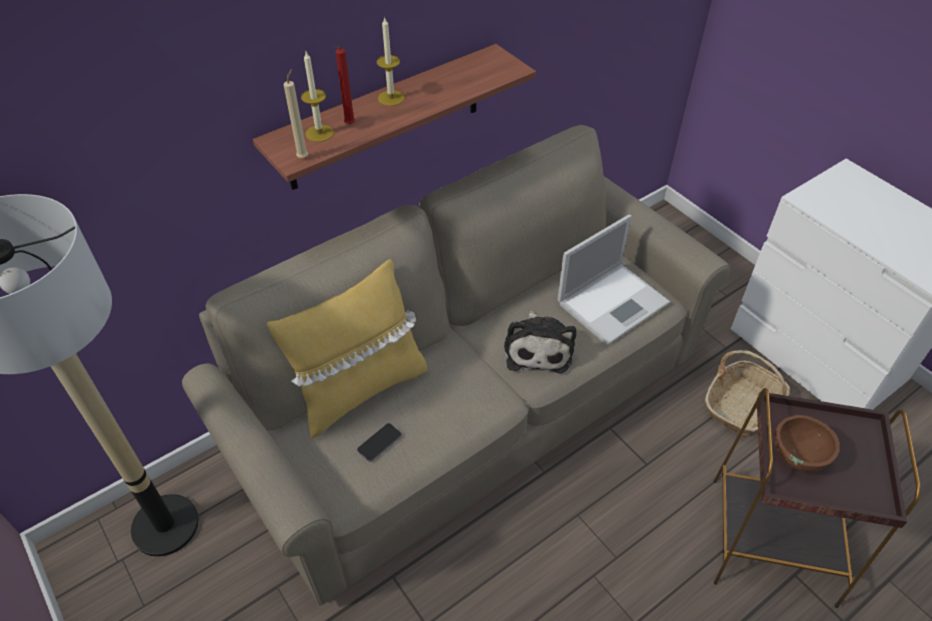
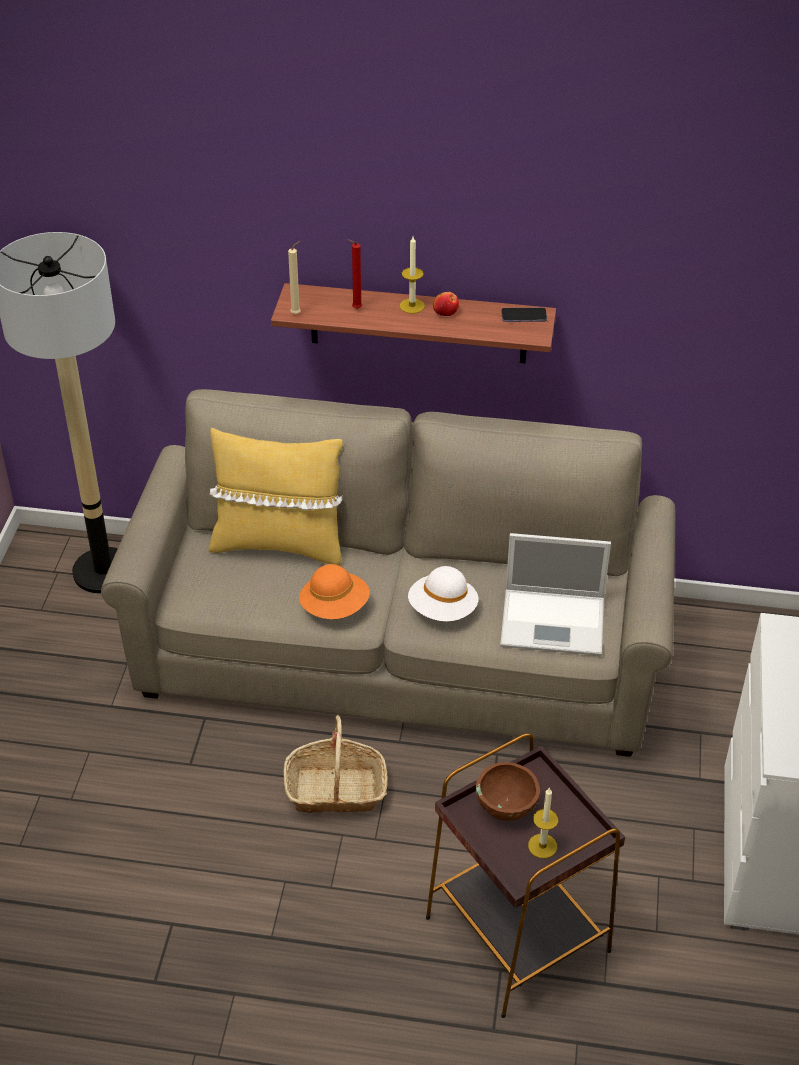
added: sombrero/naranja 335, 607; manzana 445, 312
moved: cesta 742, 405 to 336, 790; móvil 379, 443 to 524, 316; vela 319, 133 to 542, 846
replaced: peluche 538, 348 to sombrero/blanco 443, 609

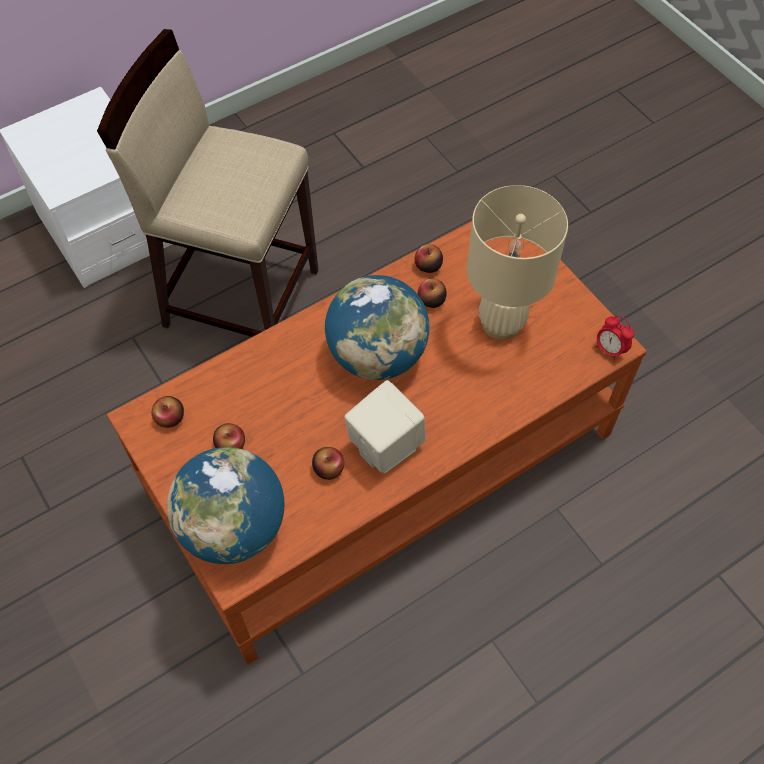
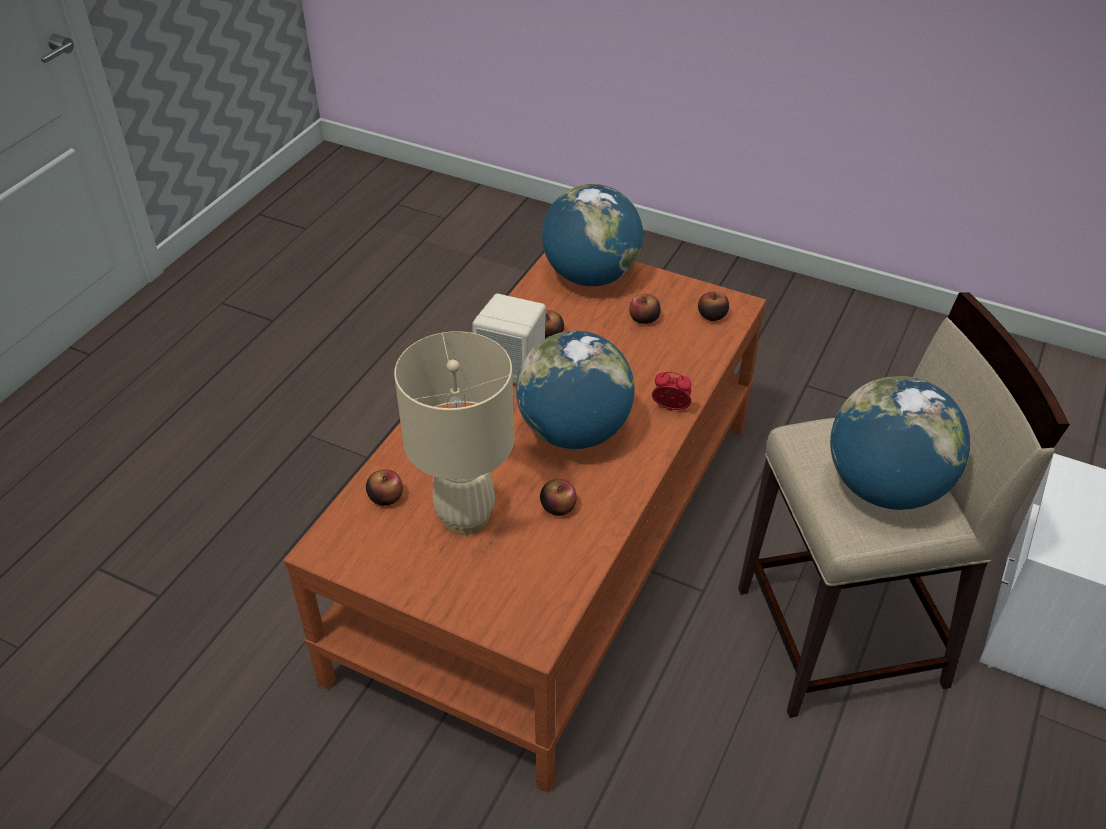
added: globo terráqueo 885, 488
moved: manzana 428, 265 to 386, 497; despertador 609, 350 to 671, 409

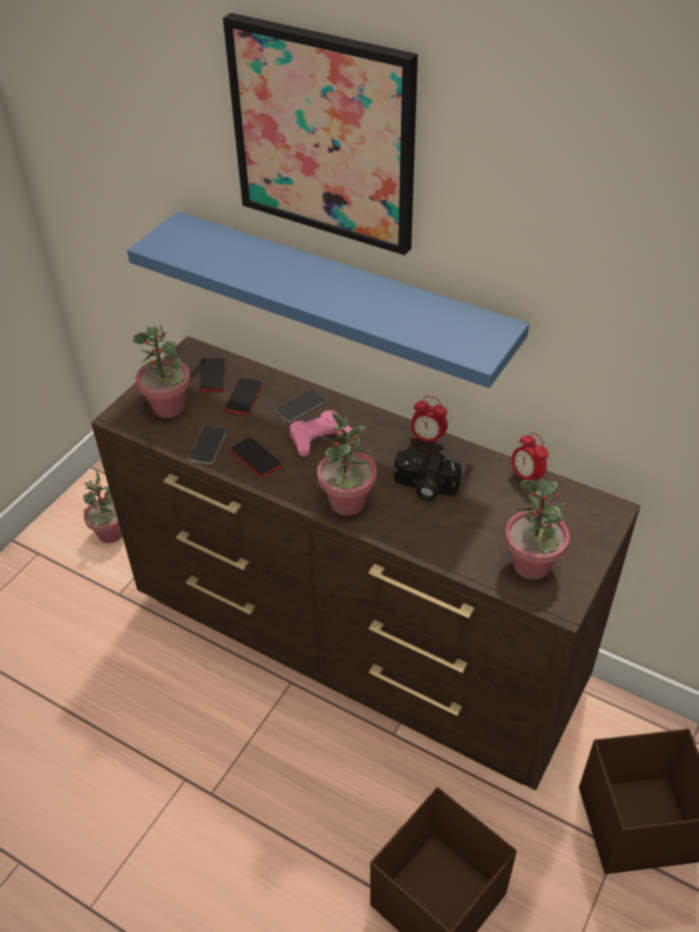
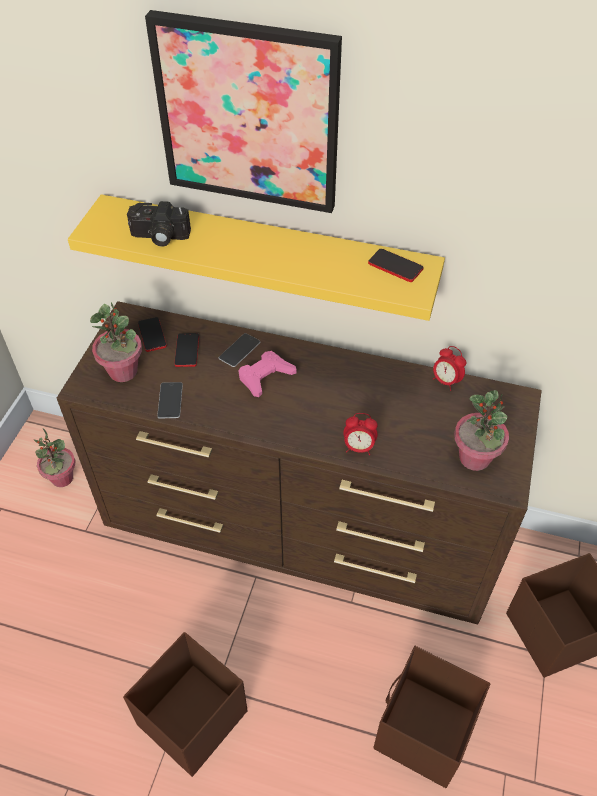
removed: planta en maceta 347, 503
added: caja de almacenaje/marrón 191, 719
moved: cámara 424, 488 to 159, 237; despertador 427, 439 to 358, 447; móvil 256, 458 to 395, 266
recoloured: estante/azul 341, 298 to estante/amarillo 267, 254

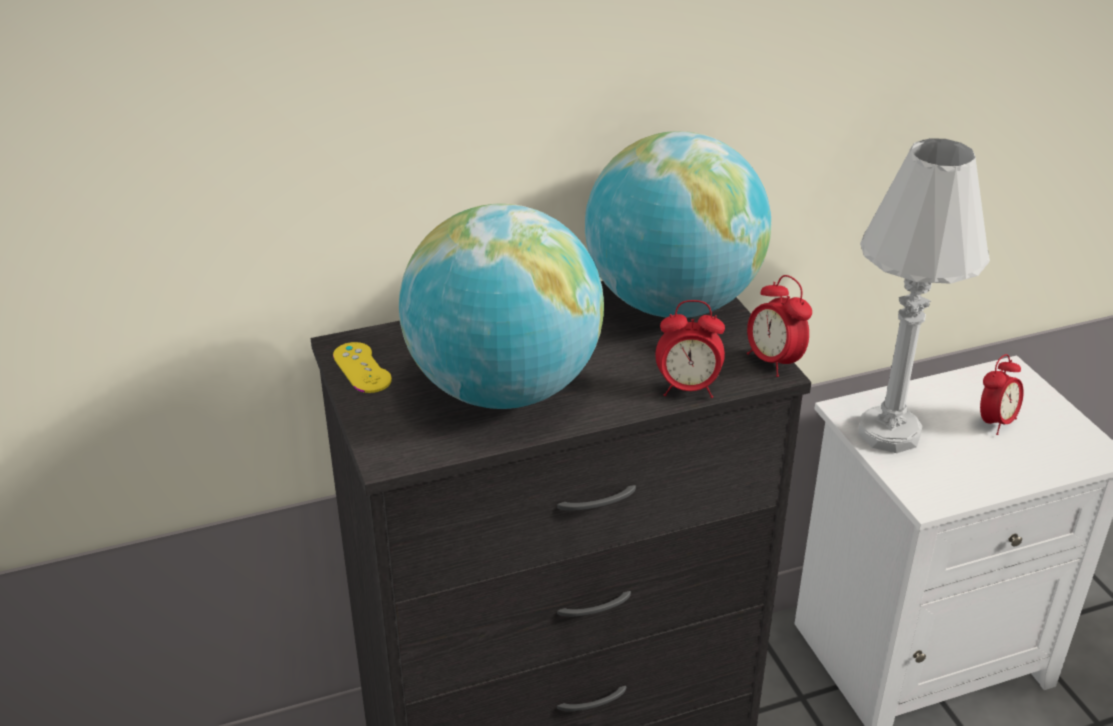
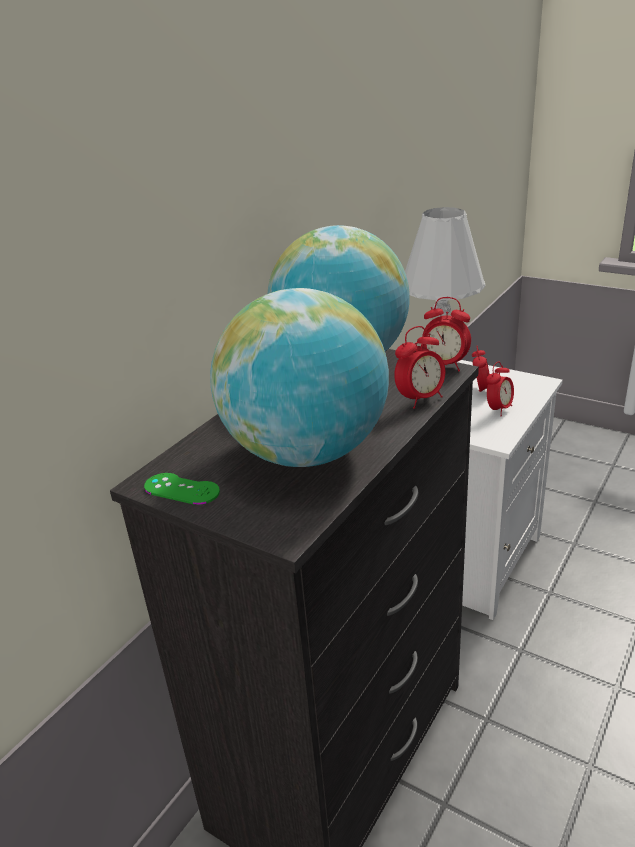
added: despertador 498, 409
recoloured: mando de consola/amarillo 362, 368 to mando de consola/verde 181, 489

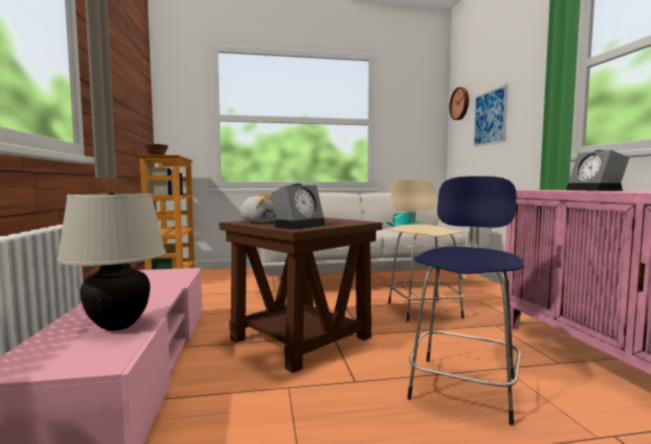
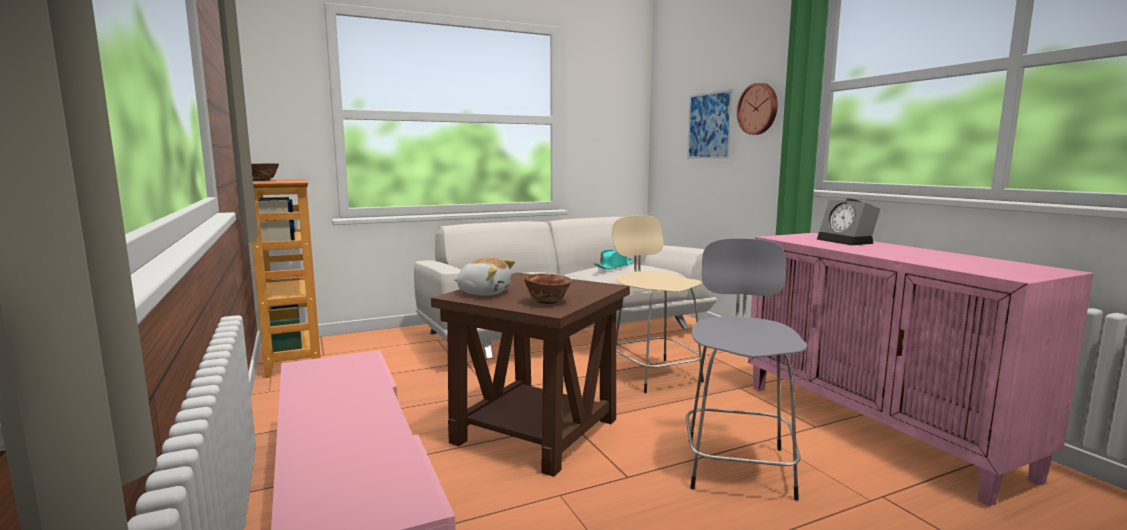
removed: lámpara de mesa/beis 118, 326
moved: reloj de pared 460, 103 to 758, 109
replaced: despertador 299, 226 to cuenco 547, 302
recoloured: taburete/azul 464, 385 to taburete/gris 738, 465

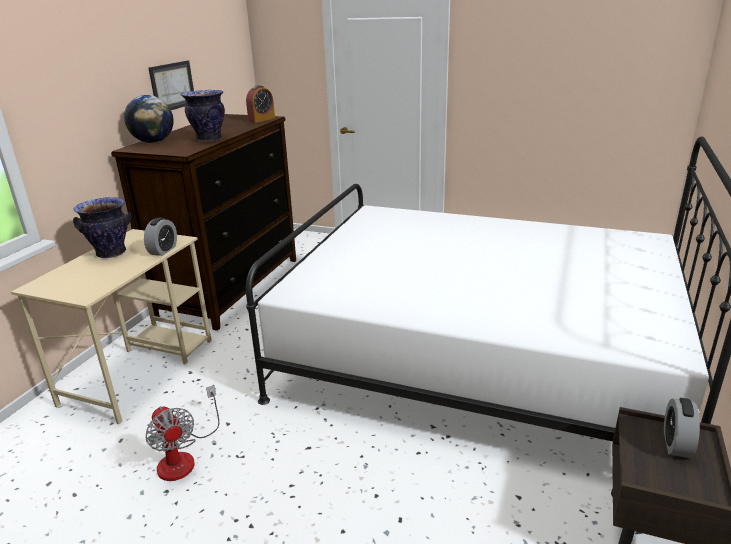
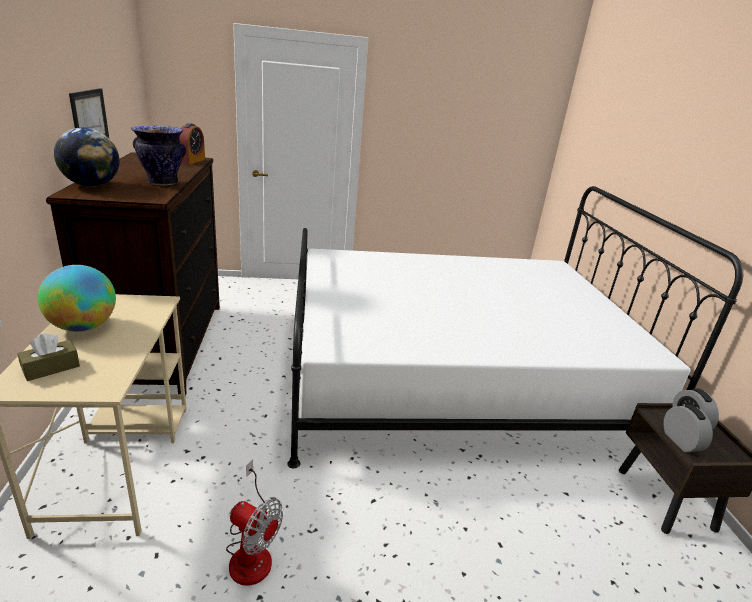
added: caja de pañuelos/marrón 51, 368
moved: despertador 163, 250 to 680, 441
replaced: florero 111, 253 to globo terráqueo 83, 327

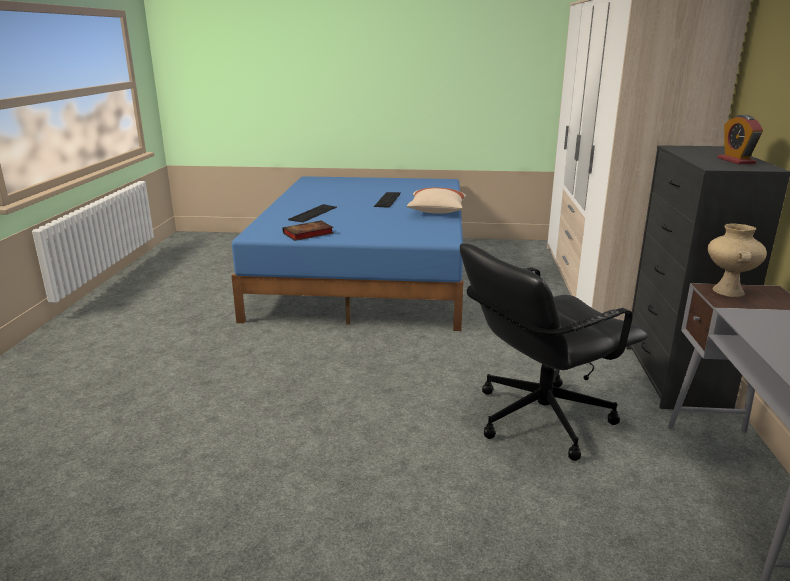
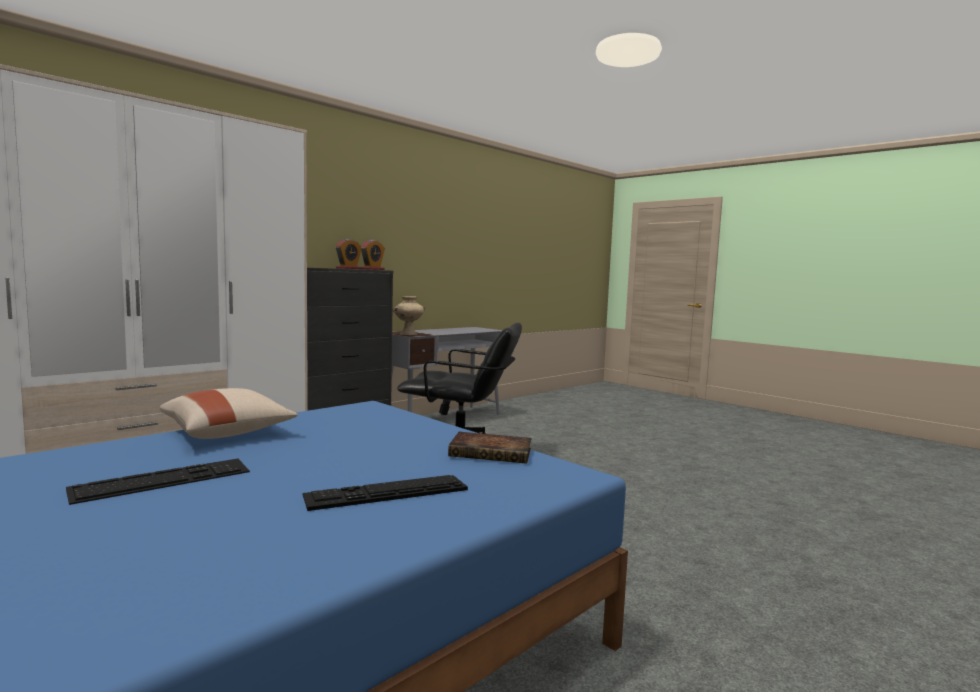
added: despertador 372, 269

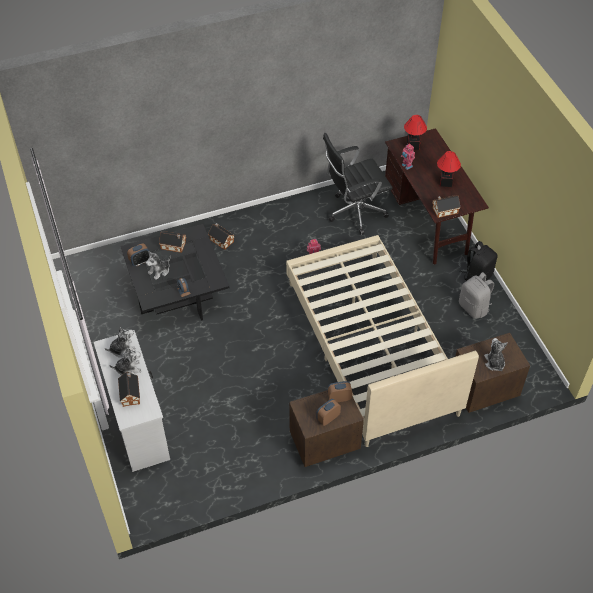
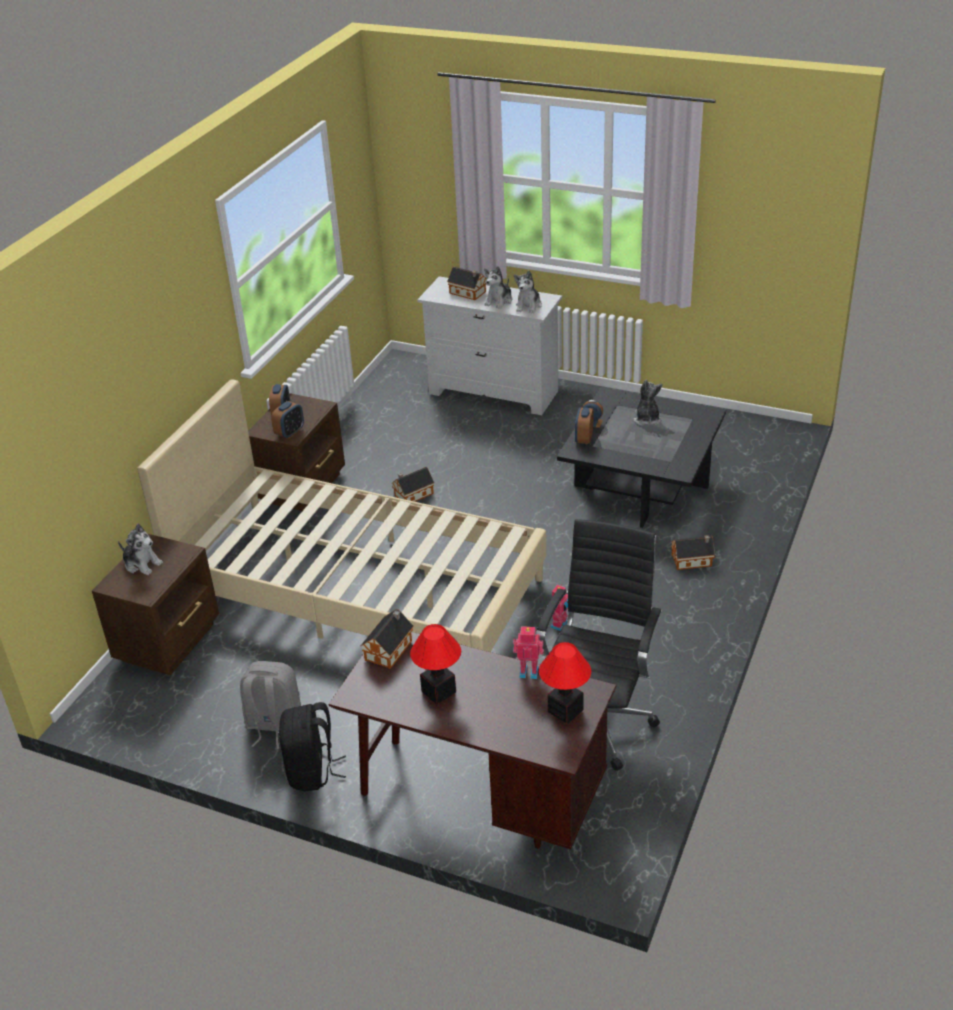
moved: casita 174, 246 to 412, 495; despertador 140, 261 to 584, 438

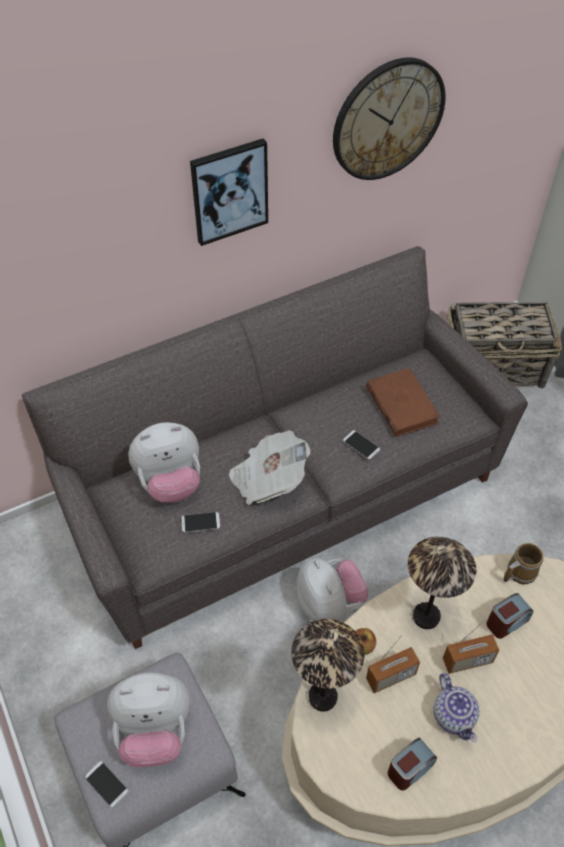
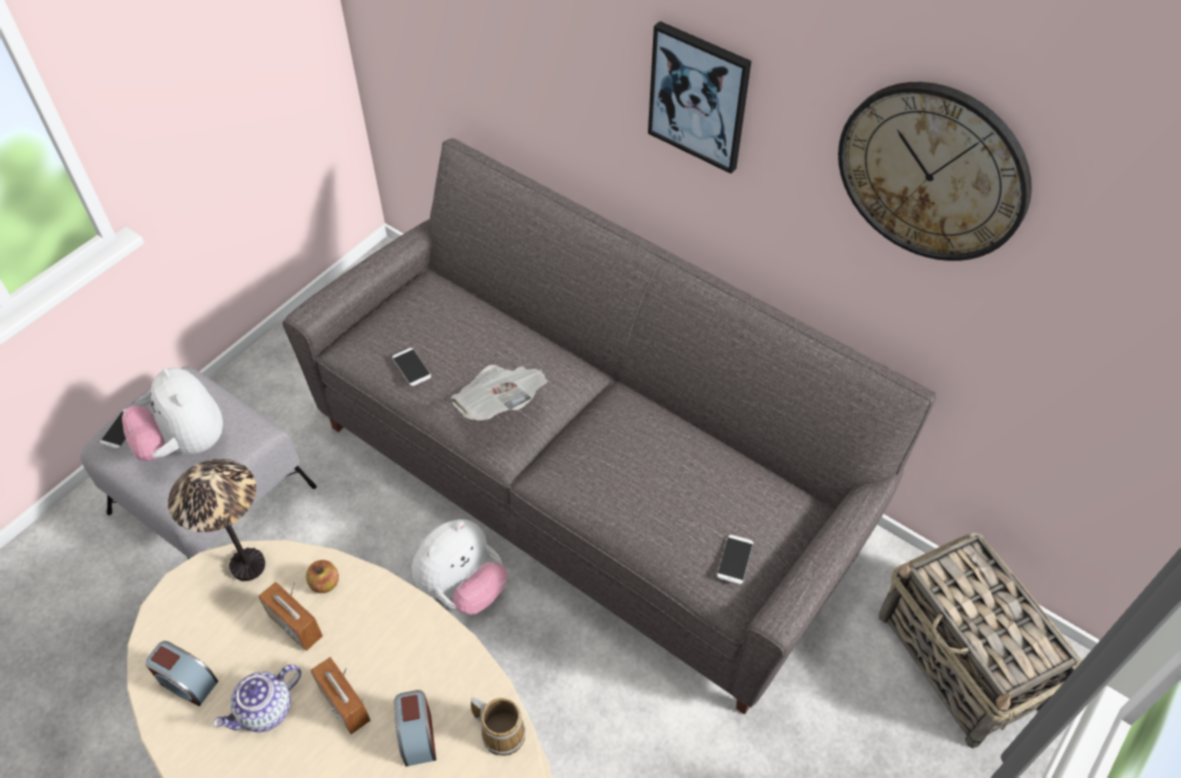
removed: peluche 170, 482; libro/marrón 401, 404; lámpara de mesa 425, 616
moved: móvil 361, 445 to 735, 559
turned: despertador 506, 622 = 417, 736 45 degrees clockwise

